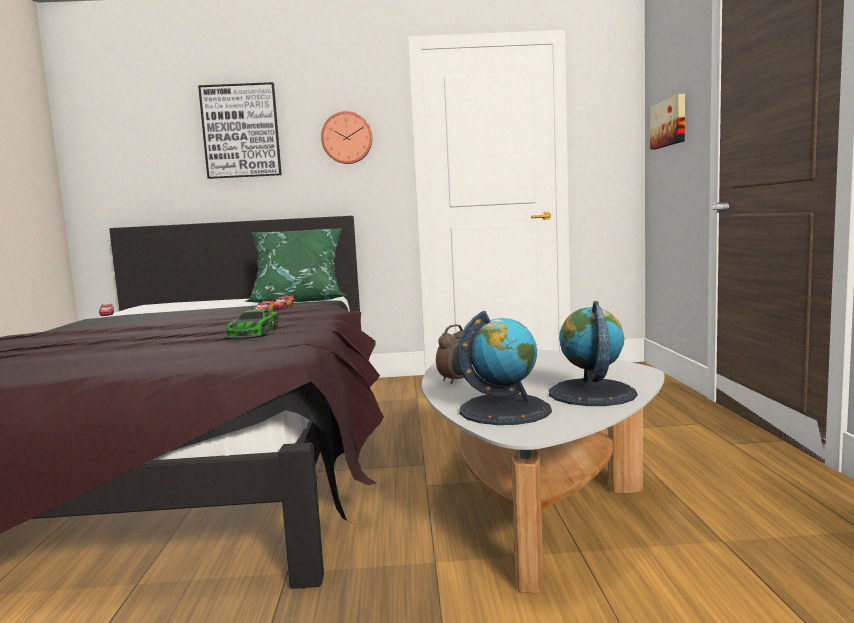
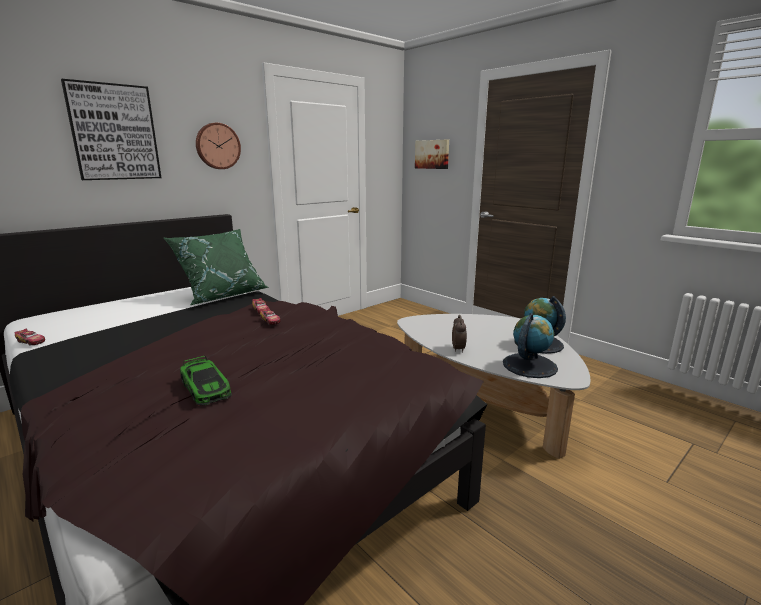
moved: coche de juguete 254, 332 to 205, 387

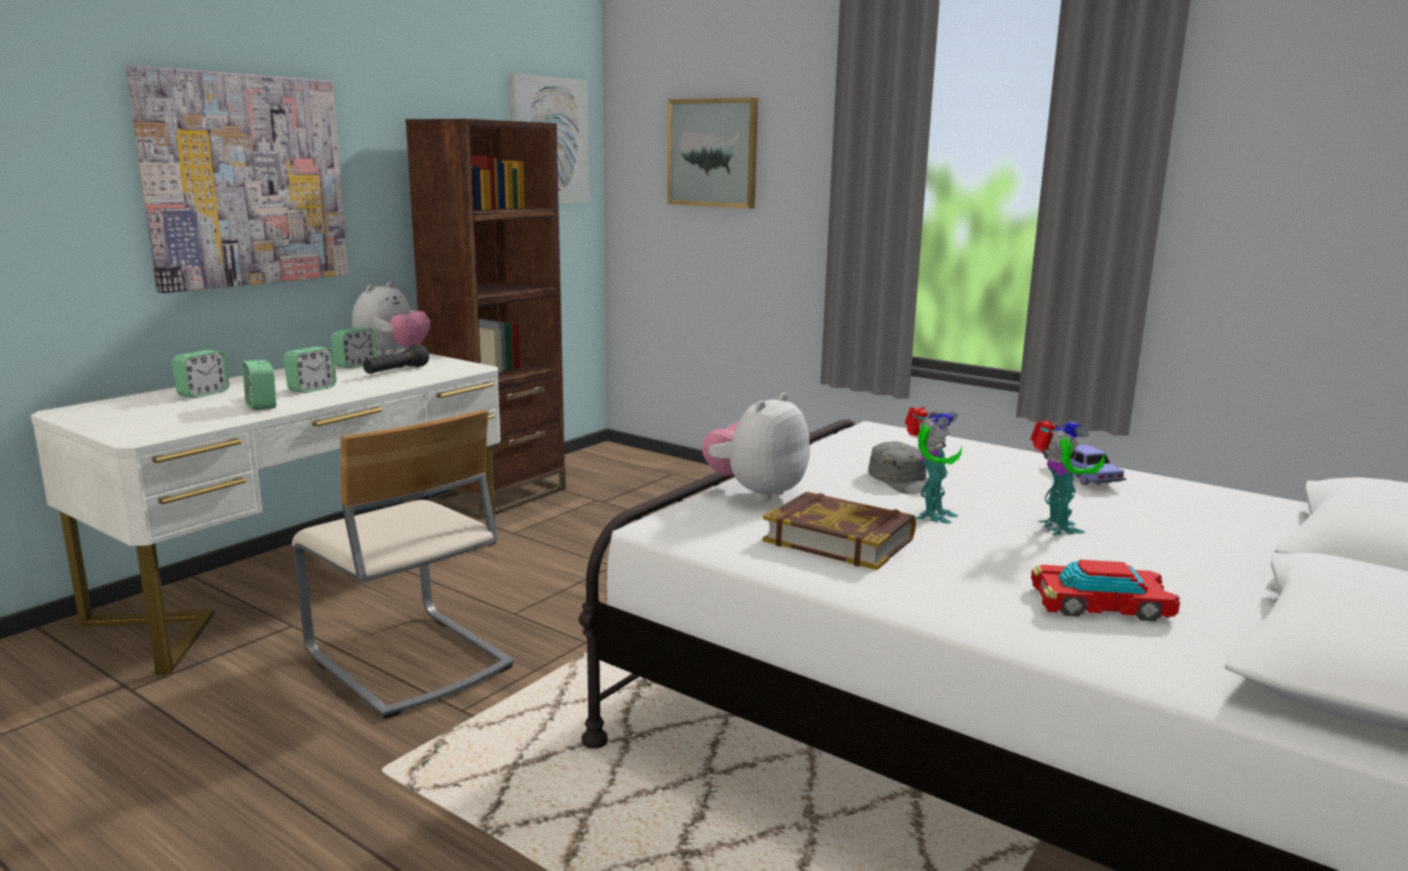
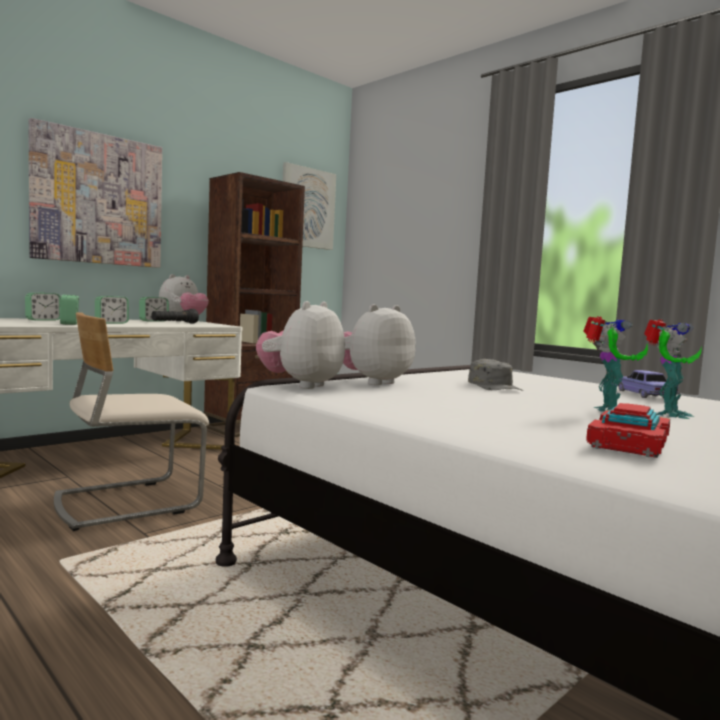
removed: cuadro 713, 153; libro 839, 539
added: peluche 301, 385
moved: robot de juguete 930, 515 to 667, 414
turned: silla/beis 407, 661 = 127, 502 90 degrees clockwise; coche de juguete 1101, 604 = 627, 444 105 degrees clockwise

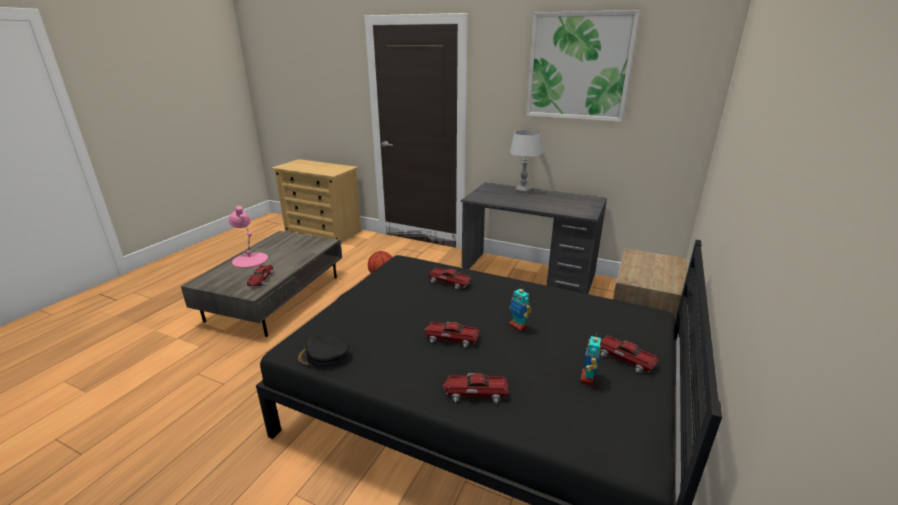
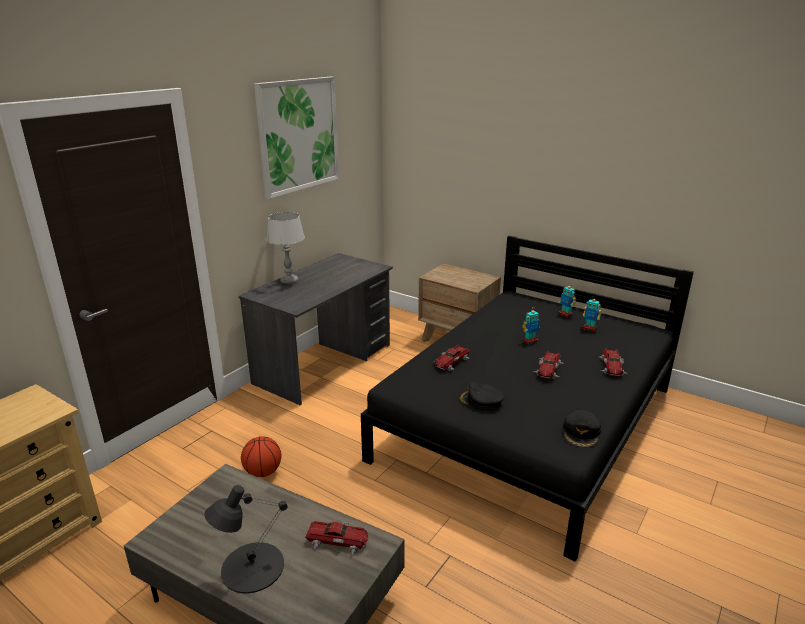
added: gorra/negro 480, 401
replaced: coche de juguete 624, 358 to robot de juguete 565, 314
recoloured: lámpara de mesa/rosa 250, 260 to lámpara de mesa/negro 251, 567

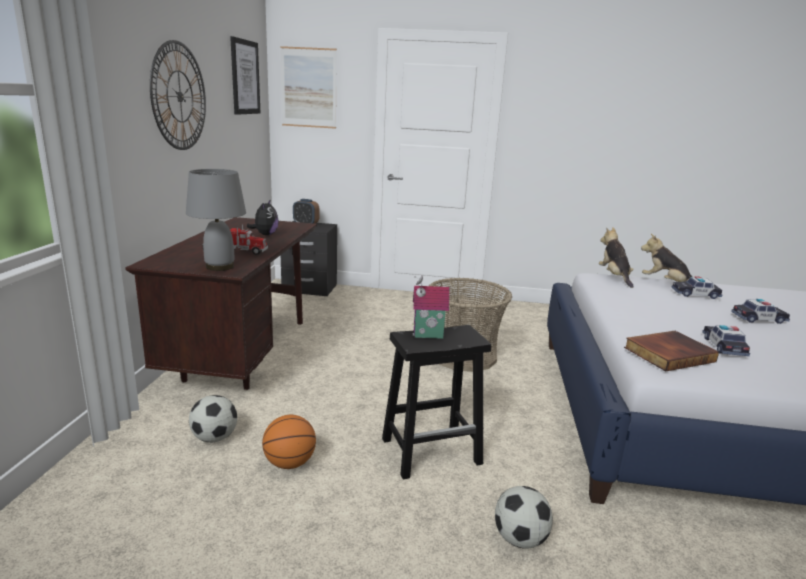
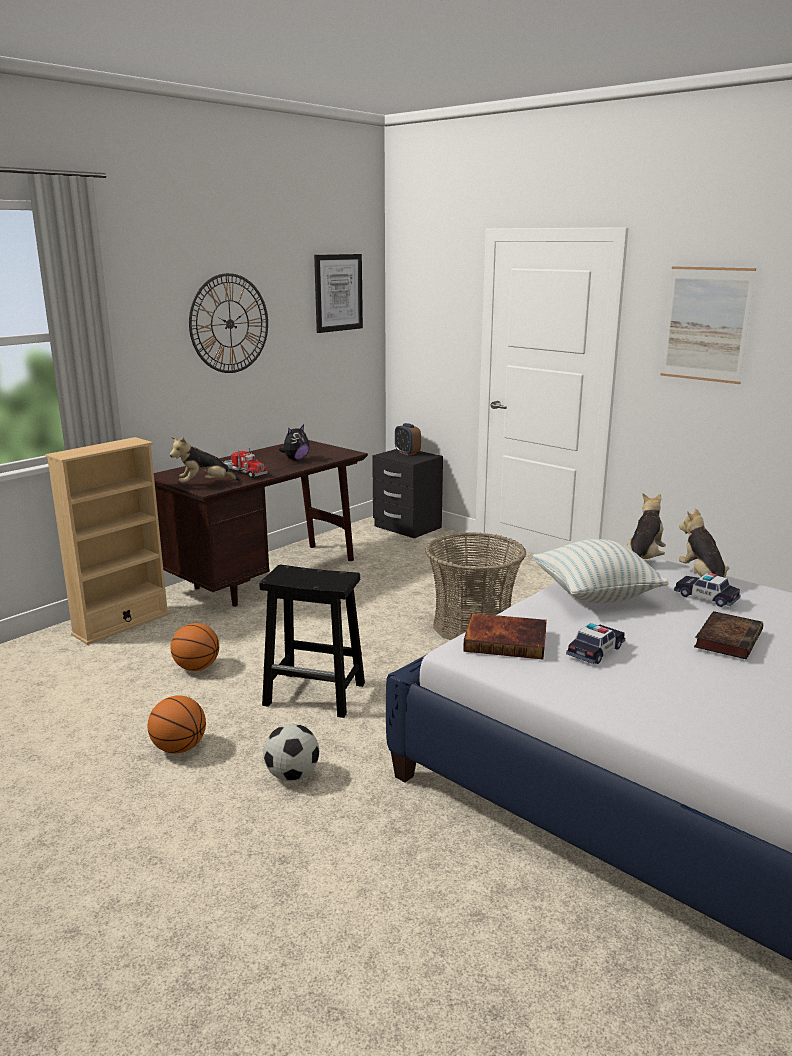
removed: balón de fútbol 214, 437; casita 428, 336
added: estantería/beis 121, 624; balón de baloncesto 179, 748; cojín 595, 595
moved: cuadro 309, 88 to 706, 324
replaced: lámpara de mesa/gris 220, 266 to peluche 205, 484; coche de juguete 759, 318 to libro 728, 639

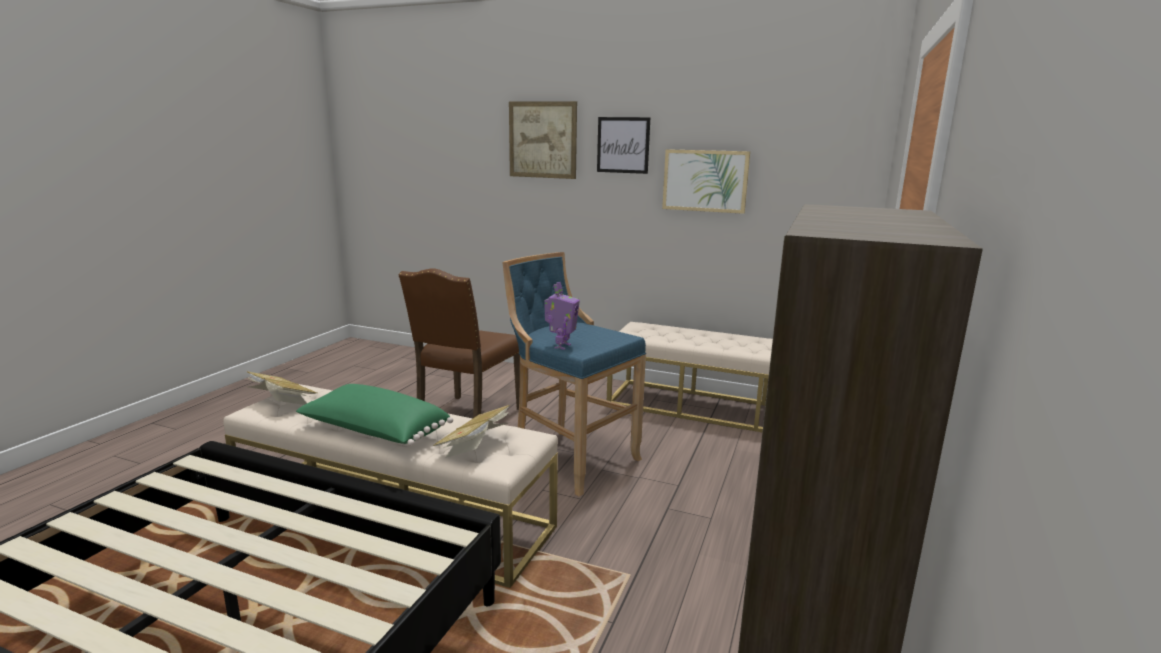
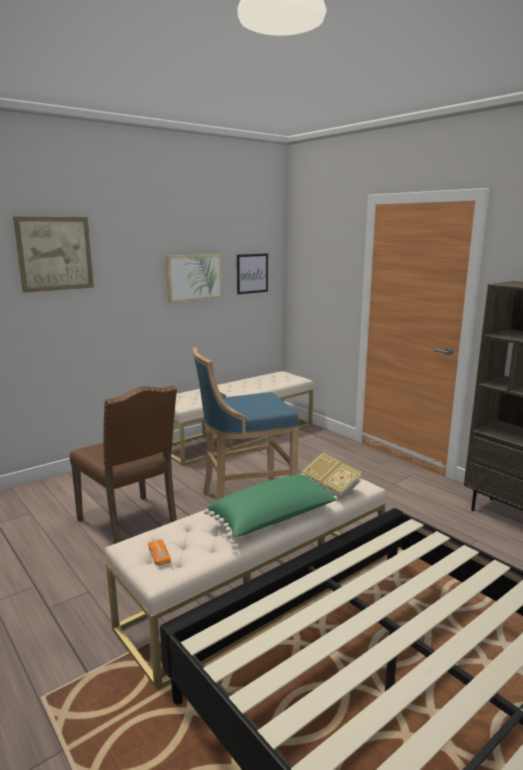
removed: robot de juguete 561, 346
moved: cuadro 623, 145 to 252, 273
replaced: libro 281, 402 to coche de juguete/naranja 159, 556

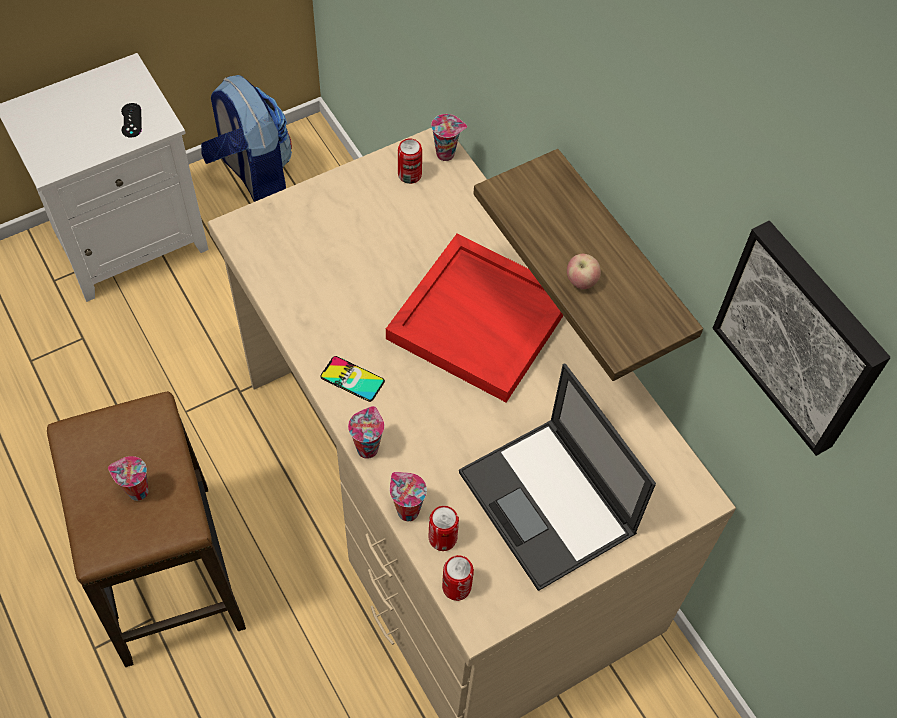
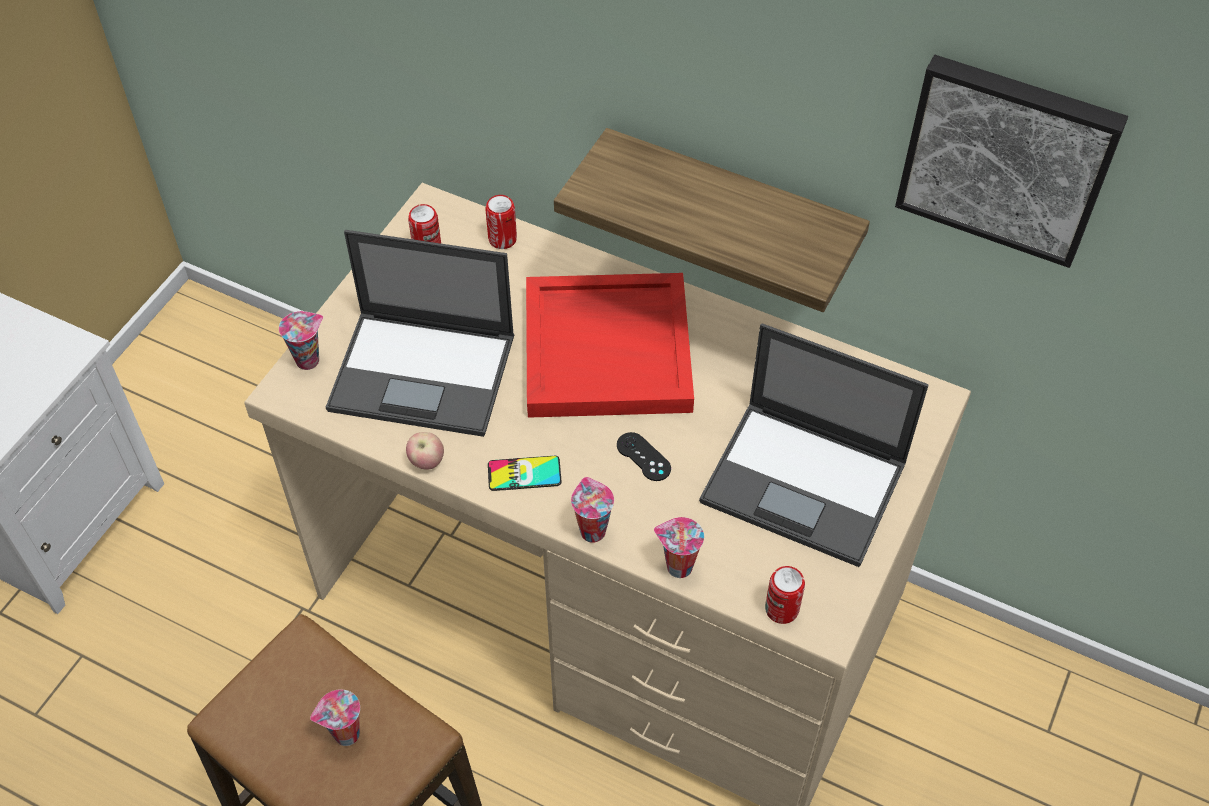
removed: mochila 252, 175
added: portátil 425, 373
moved: taza 446, 153 to 309, 359; manzana 581, 282 to 427, 462; lata 442, 538 to 502, 239; mando de consola/negro 131, 120 to 643, 457

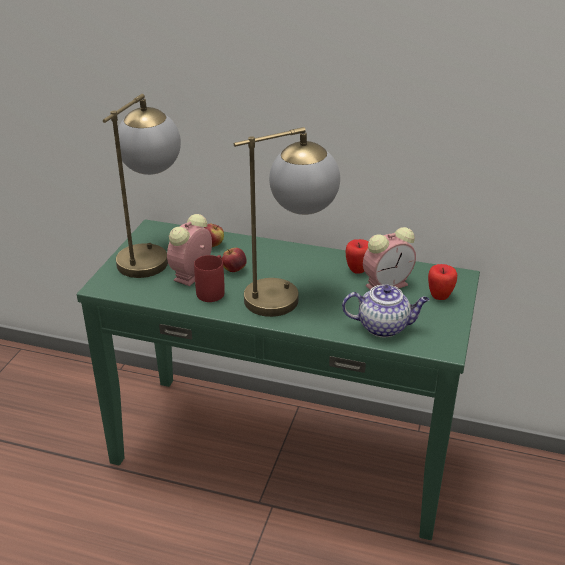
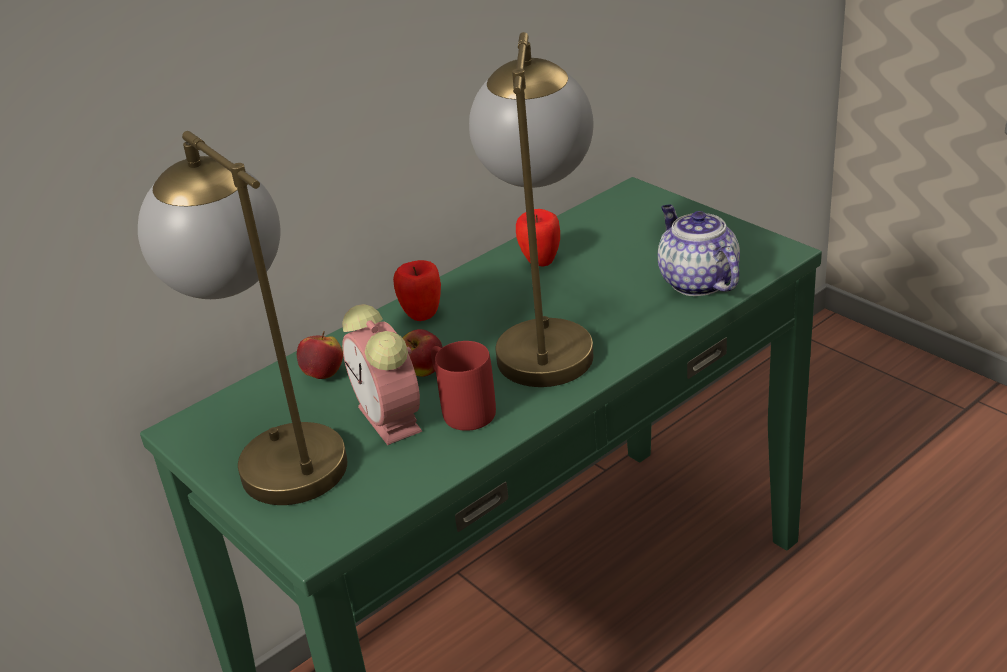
removed: despertador 387, 284
moved: manzana 440, 296 to 422, 315
turned: tetera 384, 327 = 696, 281 60 degrees counterclockwise

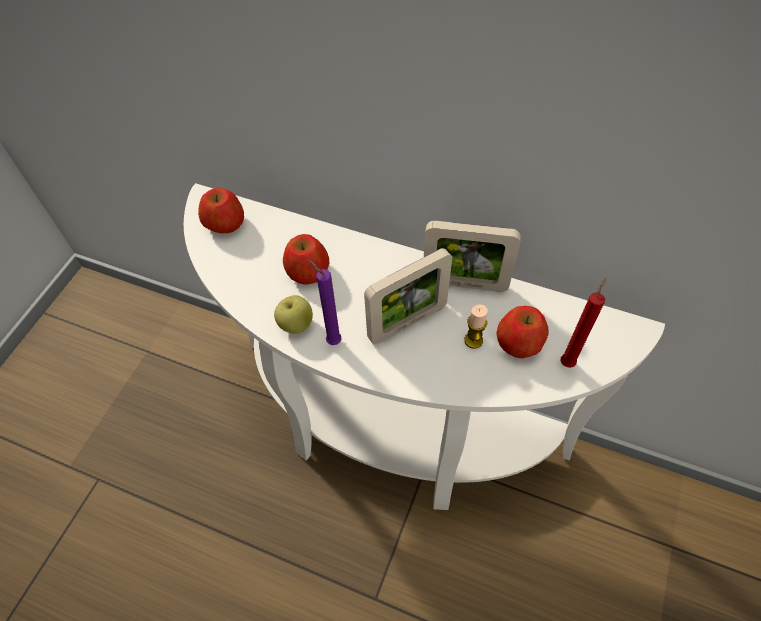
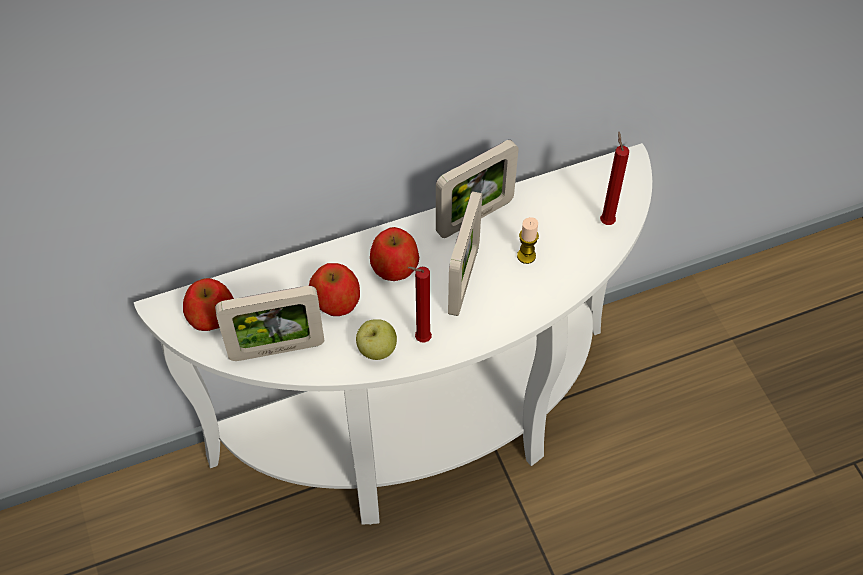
added: portarretratos 277, 349
moved: manzana 519, 342 to 394, 266
recoloured: vela/morado 332, 340 to vela/rojo 420, 339

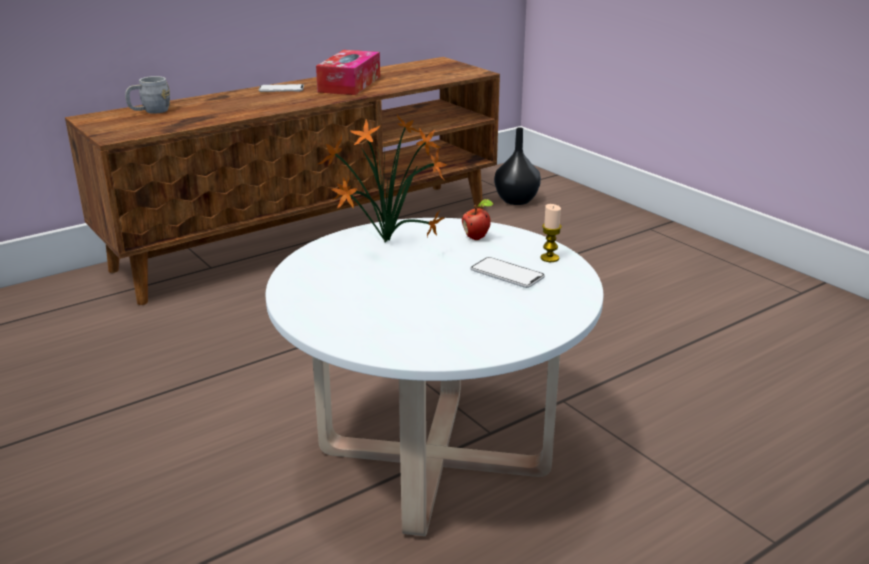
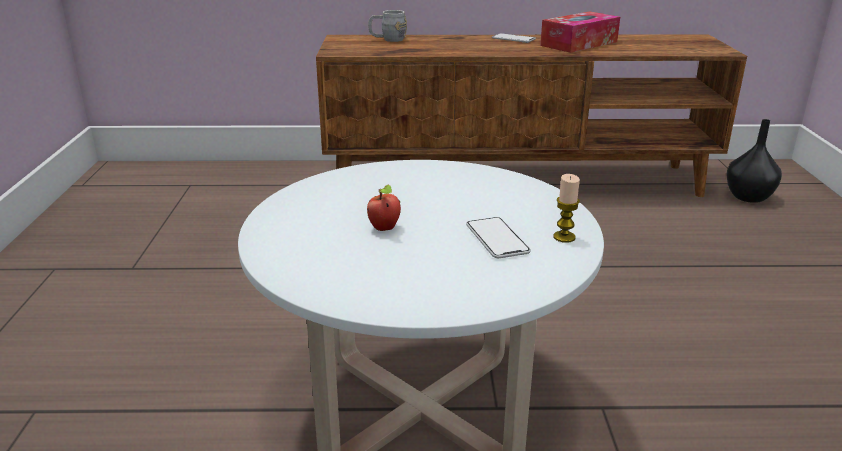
removed: planta en maceta 383, 242
moved: manzana 477, 238 to 385, 228

